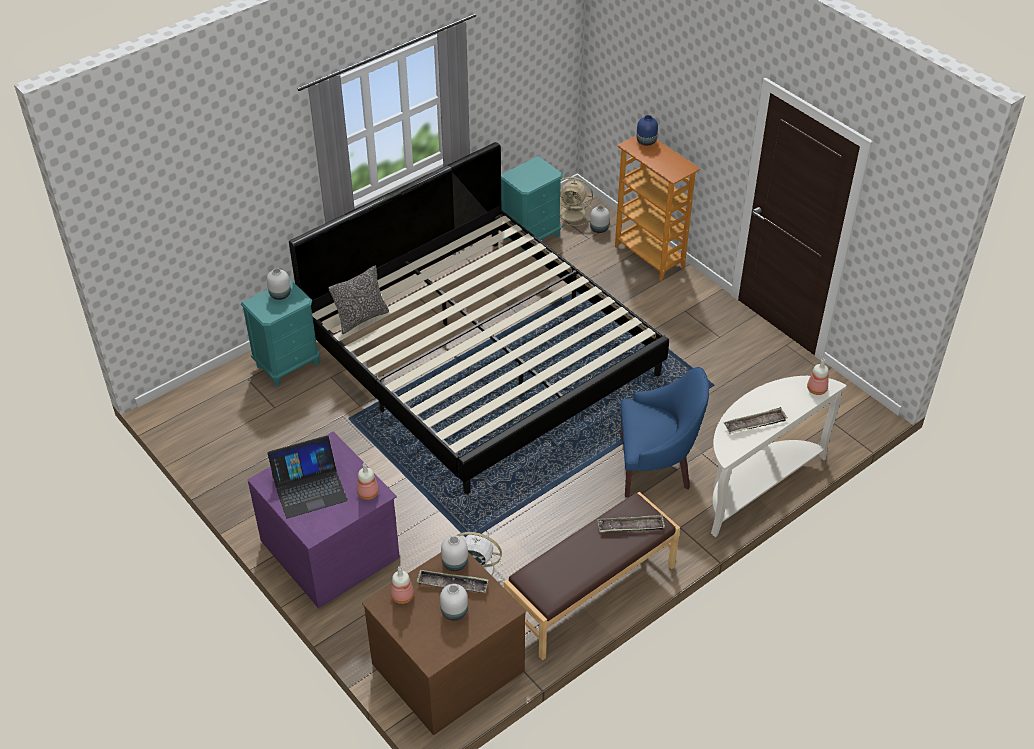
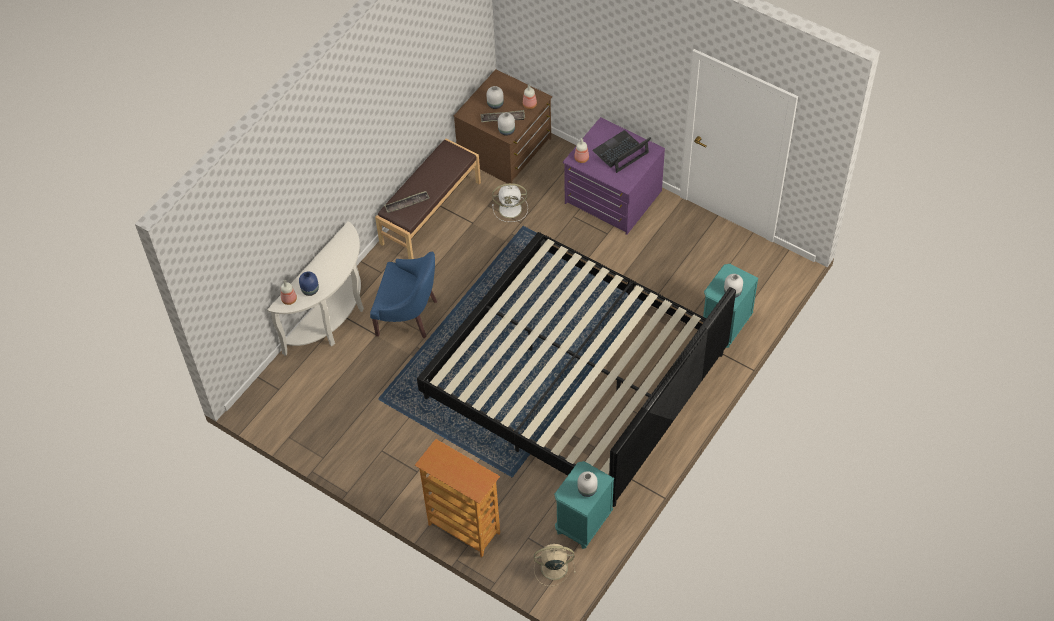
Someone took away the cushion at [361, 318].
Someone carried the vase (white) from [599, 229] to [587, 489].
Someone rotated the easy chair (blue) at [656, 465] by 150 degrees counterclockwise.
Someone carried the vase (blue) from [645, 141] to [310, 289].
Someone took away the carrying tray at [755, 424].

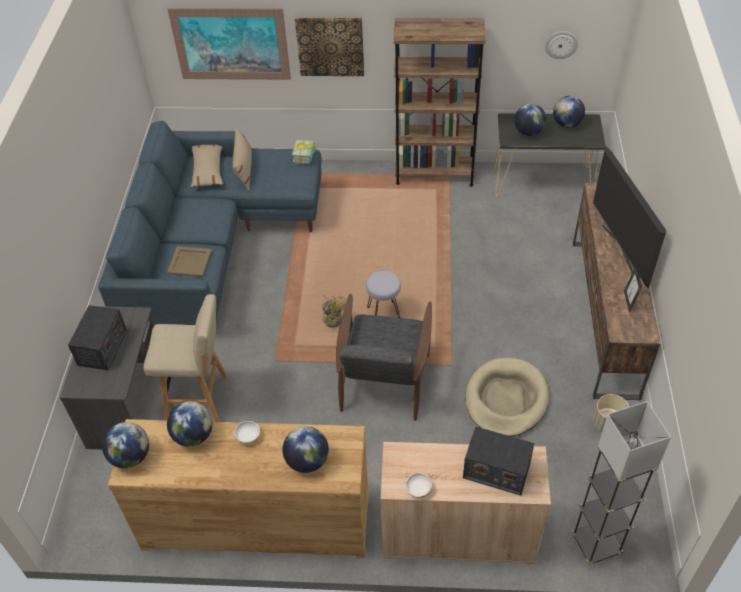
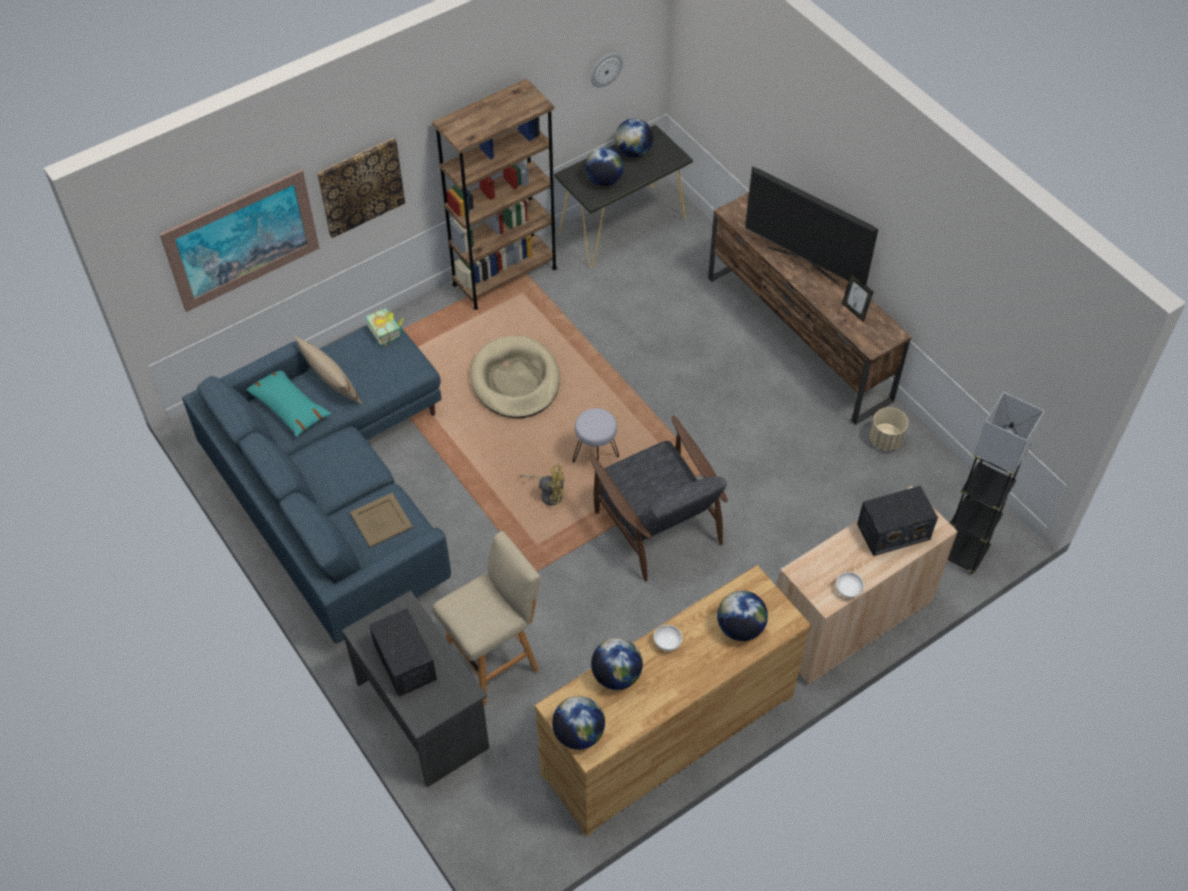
Someone repainted the cushion (sand-coloured) at [208, 170], which became the cushion (turquoise-coloured) at [289, 407].
Someone carried the pet bed (sand-coloured) from [506, 399] to [515, 380].

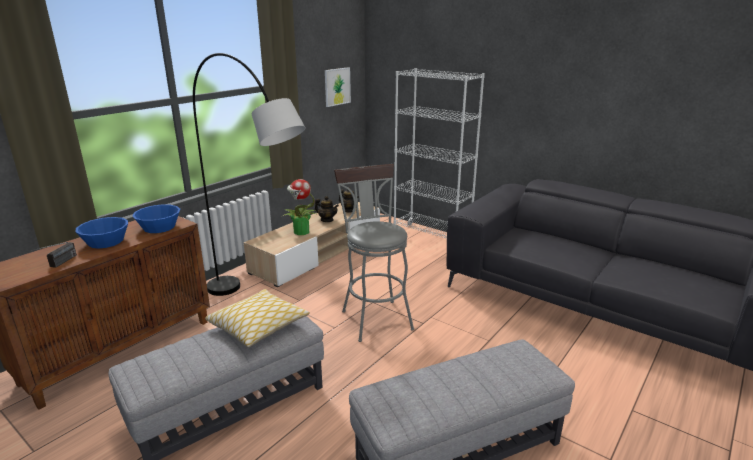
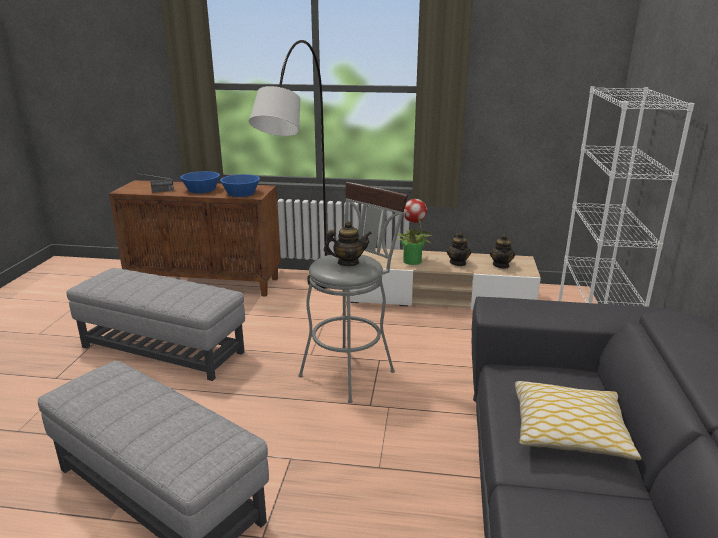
Someone carried the cushion from [258, 326] to [569, 431].
Someone took away the picture at [337, 86].
Someone put down the teapot at [348, 263].

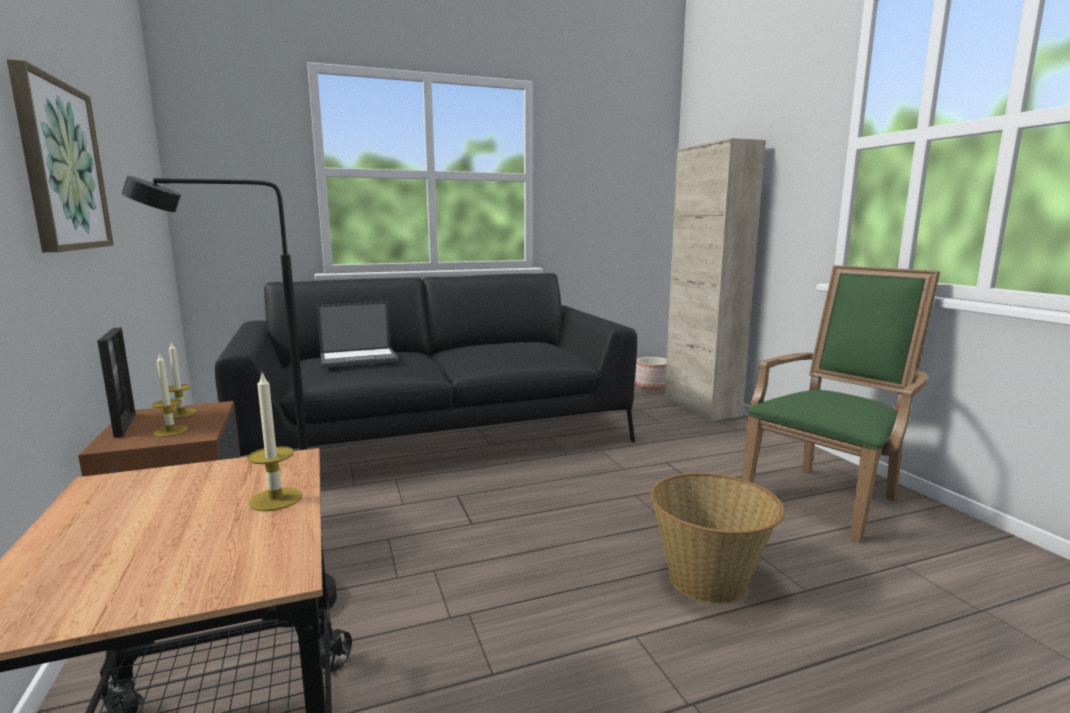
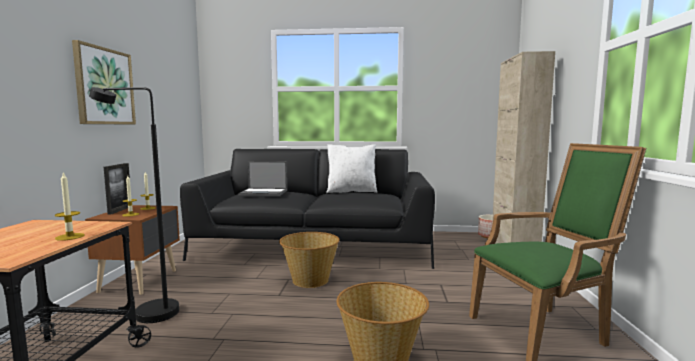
Someone put down the household basket at [310, 280].
Someone put down the cushion (white) at [351, 191].

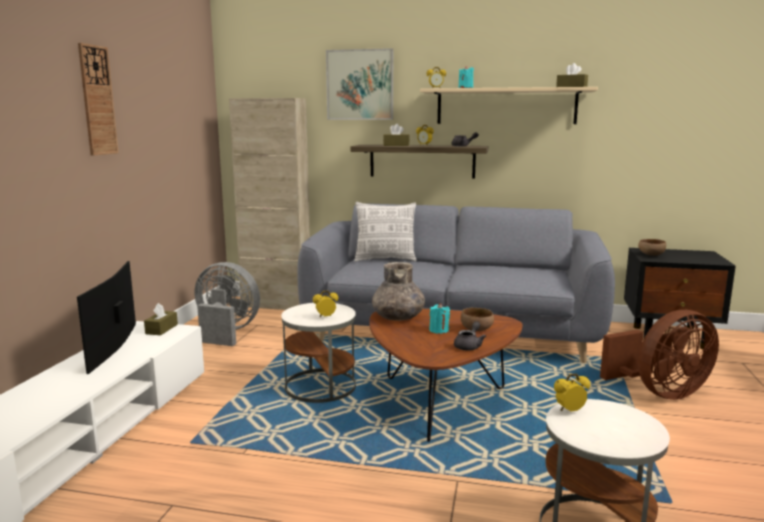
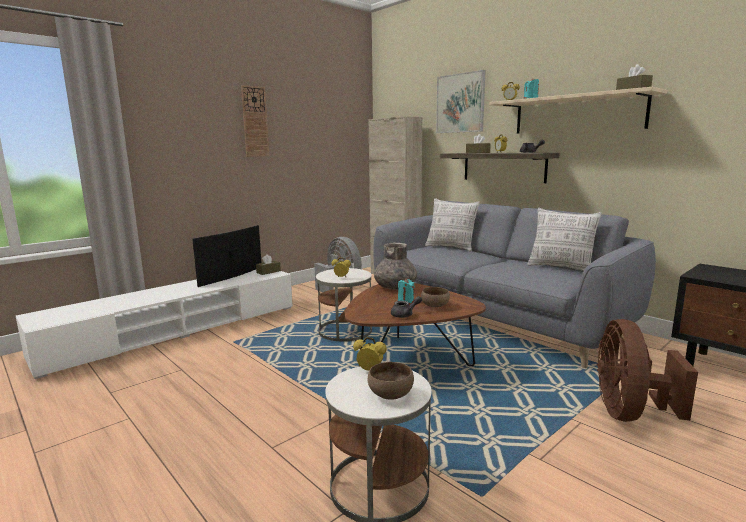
Someone rotated the fan (brownish) at [661, 392] by 90 degrees clockwise.
Someone carried the serving bowl (brownish) from [650, 255] to [389, 394].
Someone put down the cushion at [561, 268].

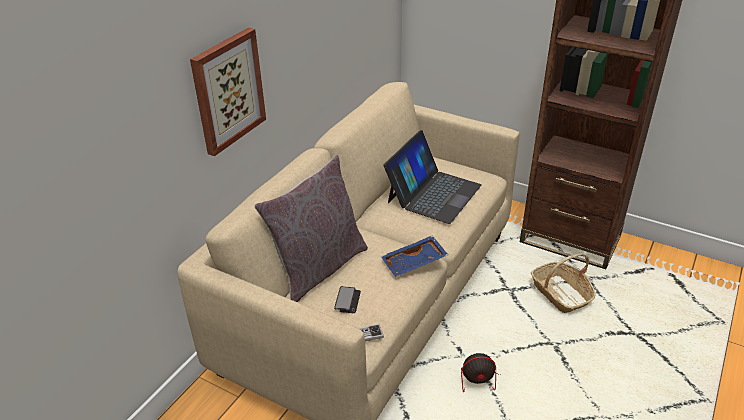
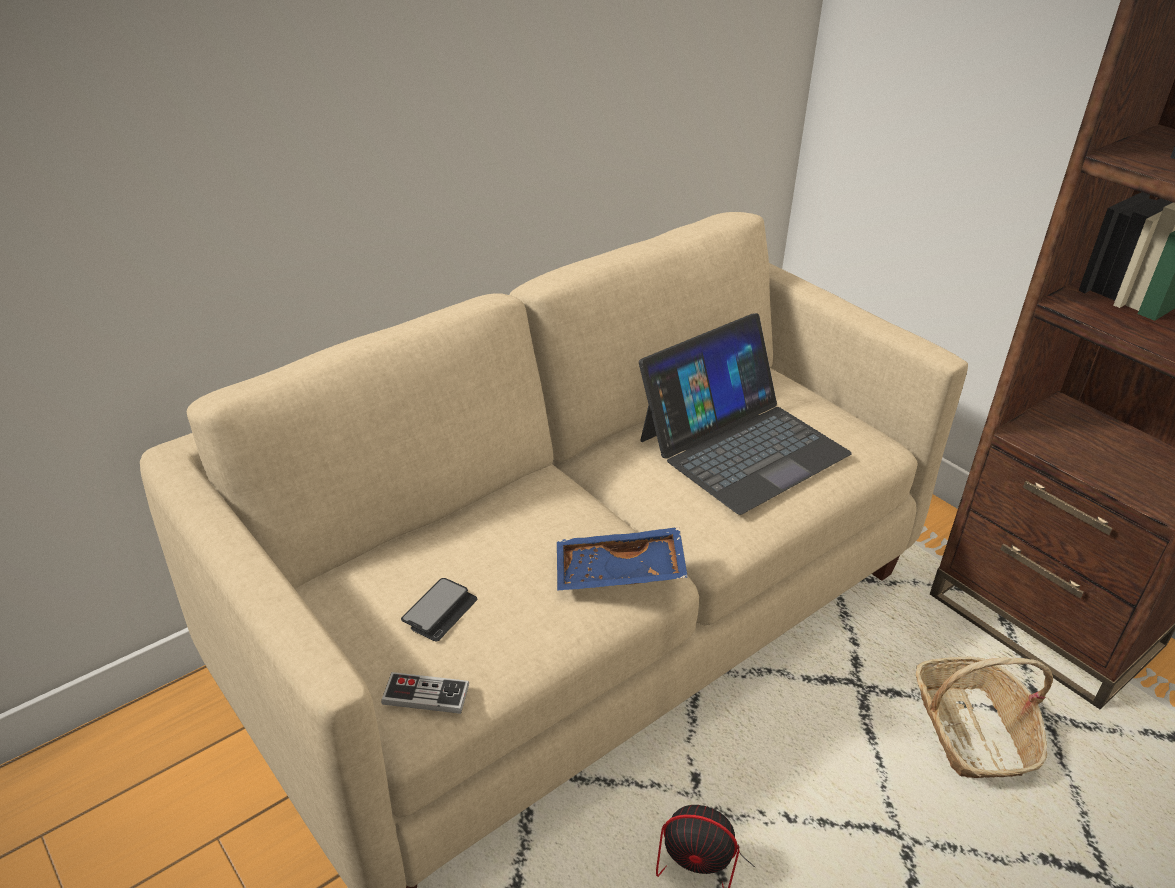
Someone took away the picture at [228, 90].
Someone took away the cushion (grey) at [318, 268].

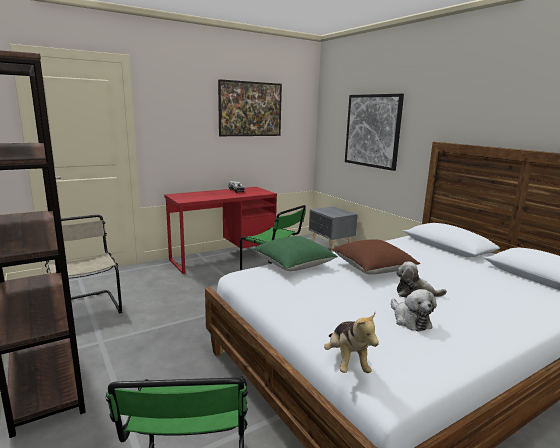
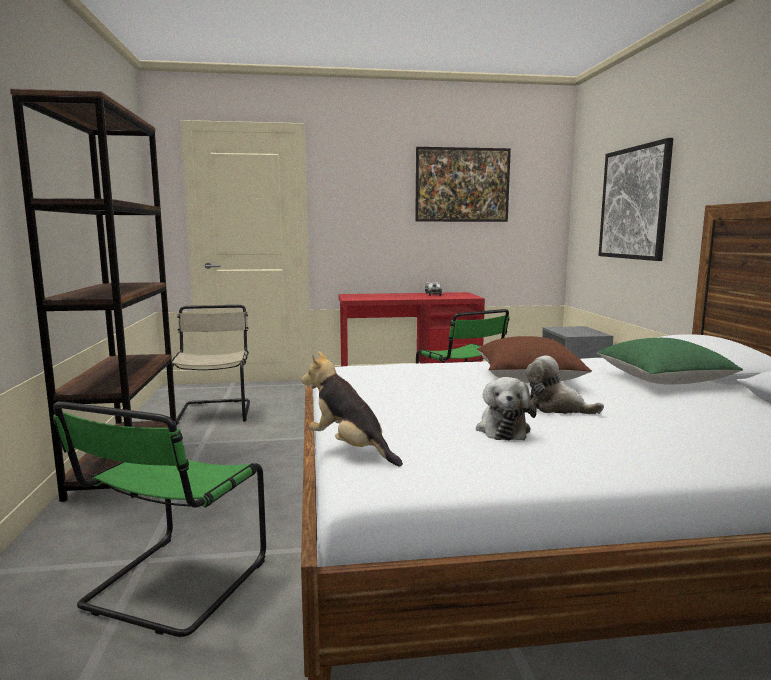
Someone carried the cushion (green) from [293, 265] to [663, 381].
Someone rotated the soft toy at [346, 362] by 120 degrees clockwise.

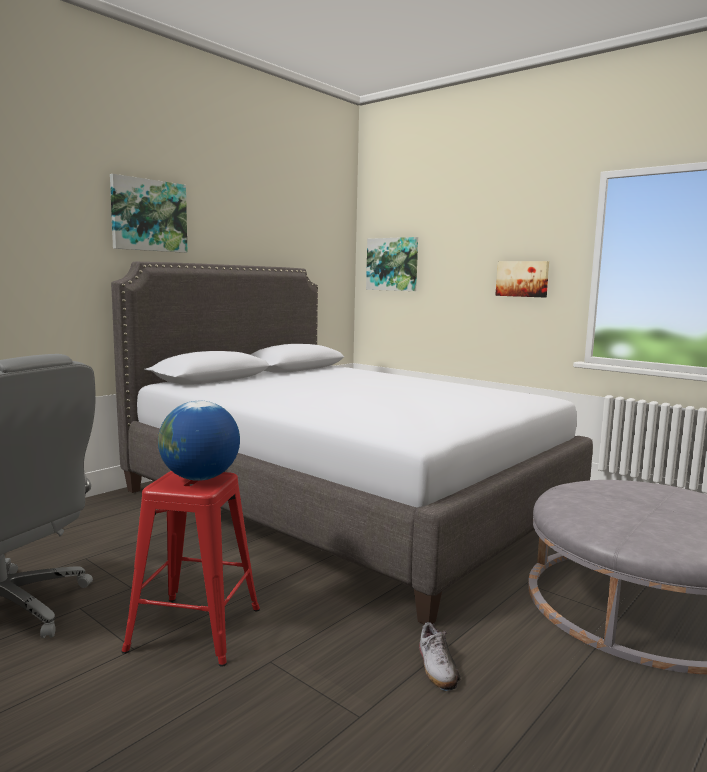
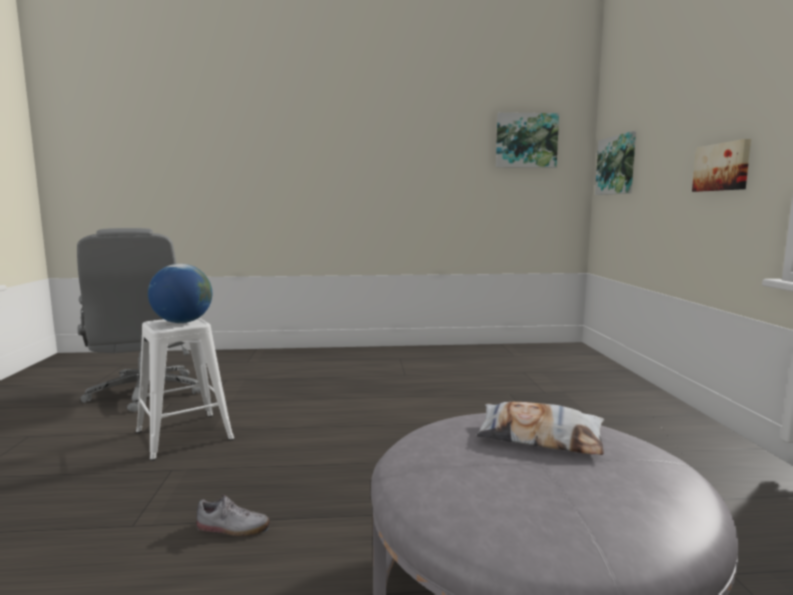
Someone carried the picture from [148, 215] to [526, 140].
Someone took away the bedroom bed (grey) at [344, 503].
Someone repainted the stool (red) at [194, 628], which became the stool (white) at [185, 434].
Someone rotated the shoe at [437, 667] by 120 degrees counterclockwise.
Someone put down the cushion at [540, 437].

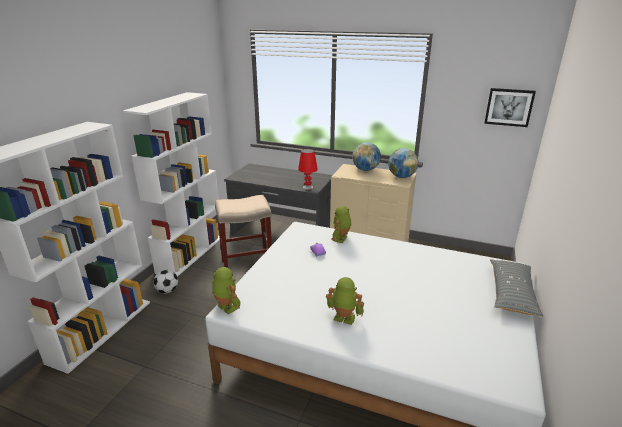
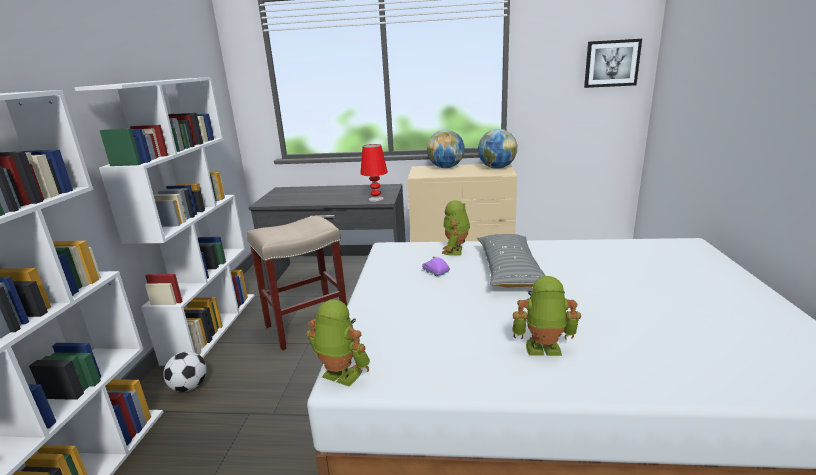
Someone carried the cushion (grey) from [511, 293] to [509, 270].

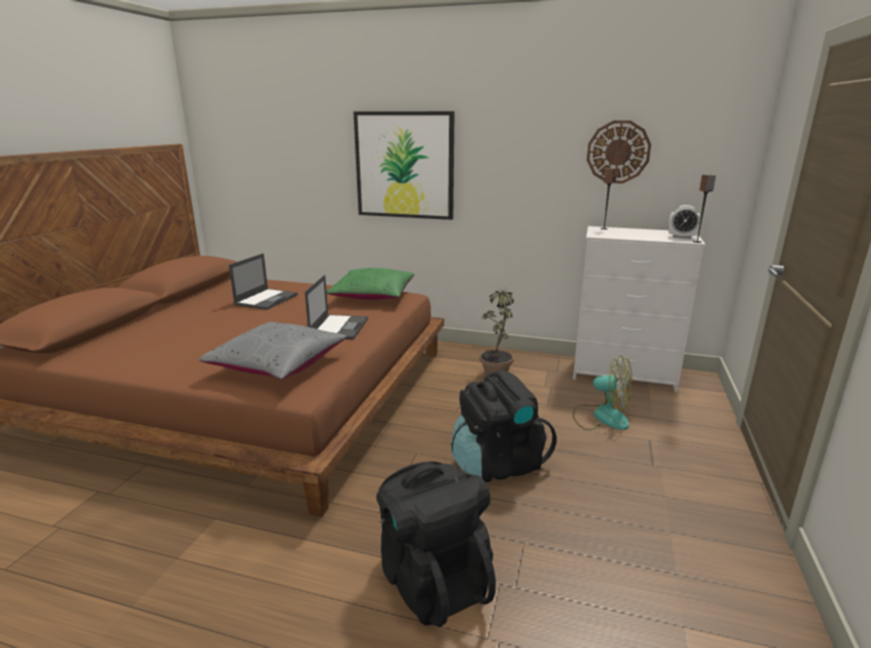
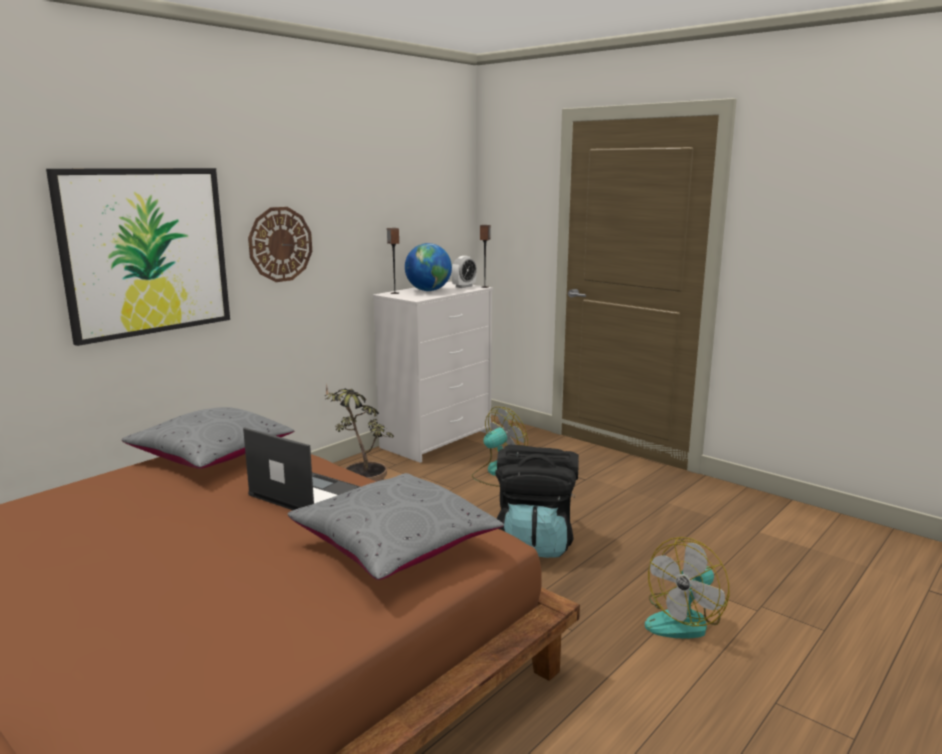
Someone took away the notebook computer at [266, 299].
Someone repainted the cushion (green) at [373, 296], which became the cushion (grey) at [211, 455].
Someone swapped the knapsack (blackish) at [432, 579] for the fan at [684, 620].
Someone carried the hanging clock from [618, 152] to [280, 244].
Someone put down the world globe at [428, 290].

